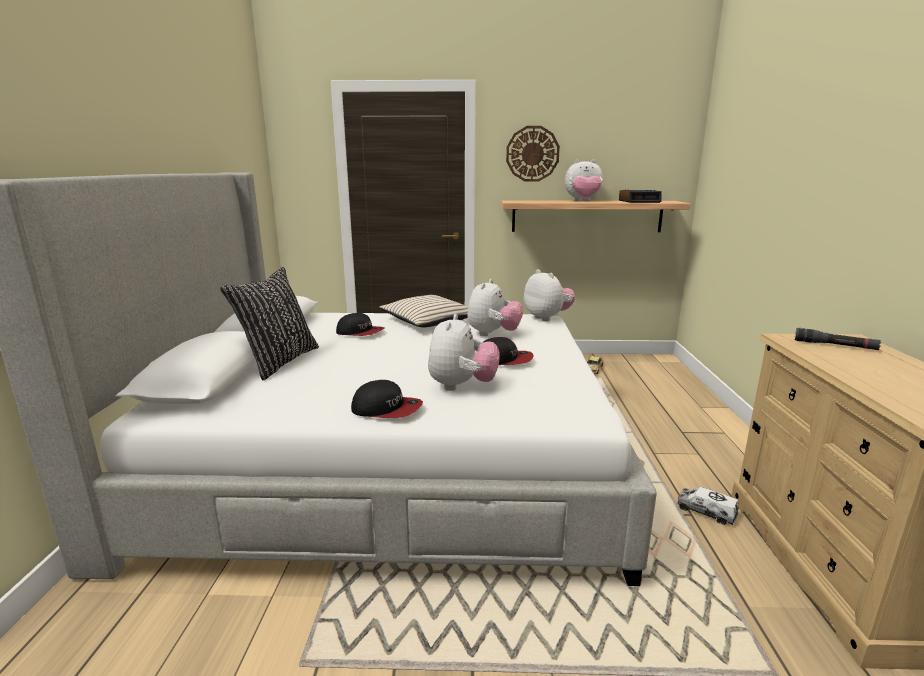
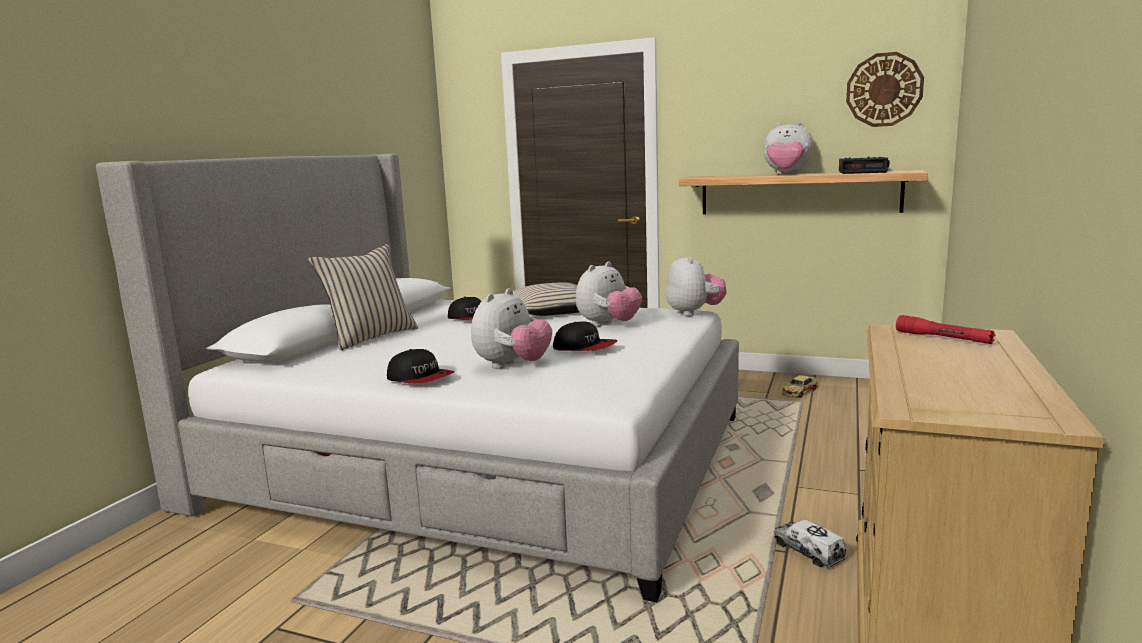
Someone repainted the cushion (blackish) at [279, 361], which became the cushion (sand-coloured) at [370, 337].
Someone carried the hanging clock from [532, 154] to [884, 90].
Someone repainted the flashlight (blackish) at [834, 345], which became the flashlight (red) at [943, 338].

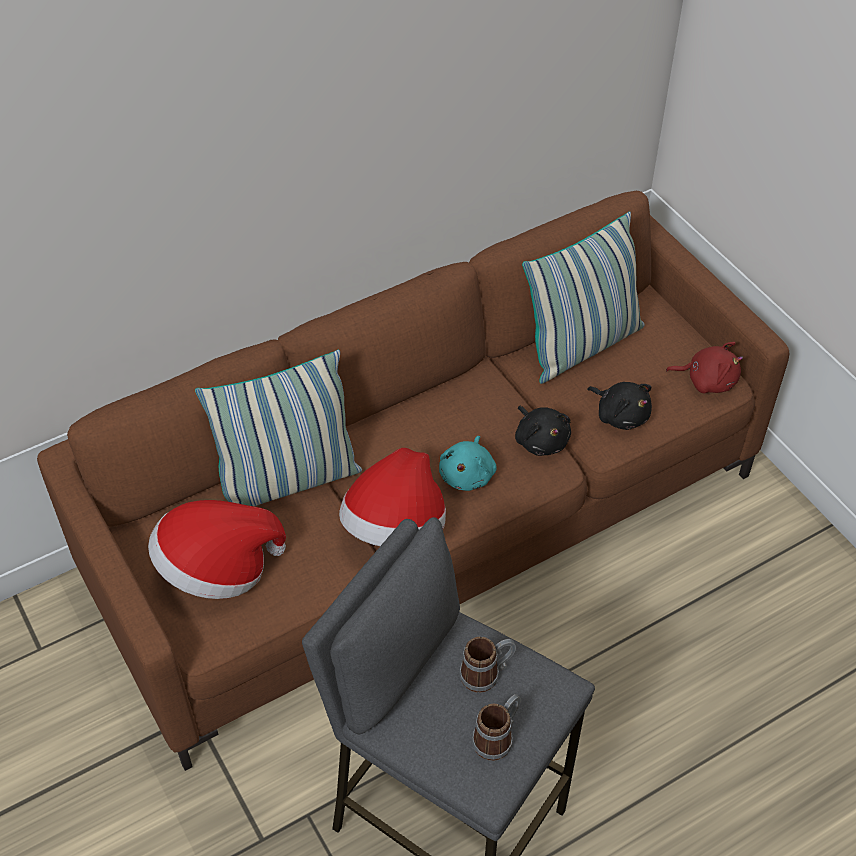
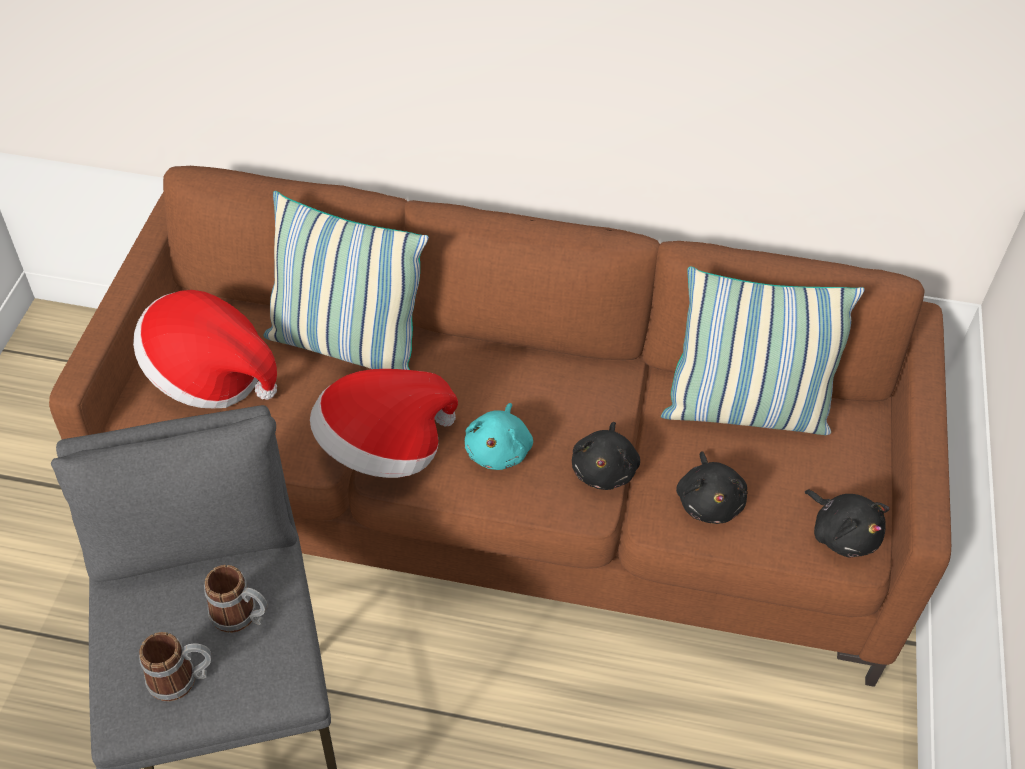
Someone rotated the soft toy (turquoise-coloured) at [468, 474] by 45 degrees counterclockwise.
Someone repainted the soft toy (red) at [707, 380], which became the soft toy (blackish) at [842, 533].

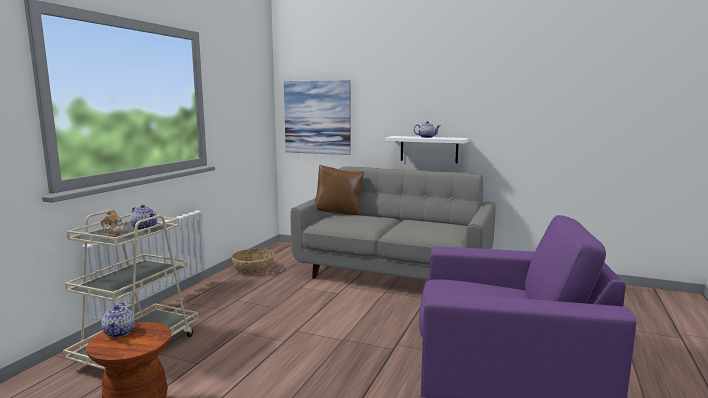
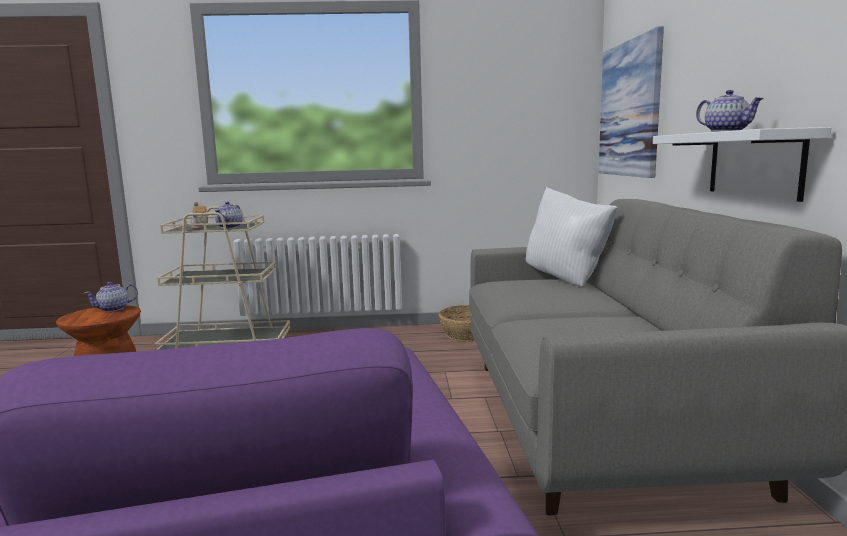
Someone repainted the cushion (brownish) at [339, 213], which became the cushion (white) at [567, 279].

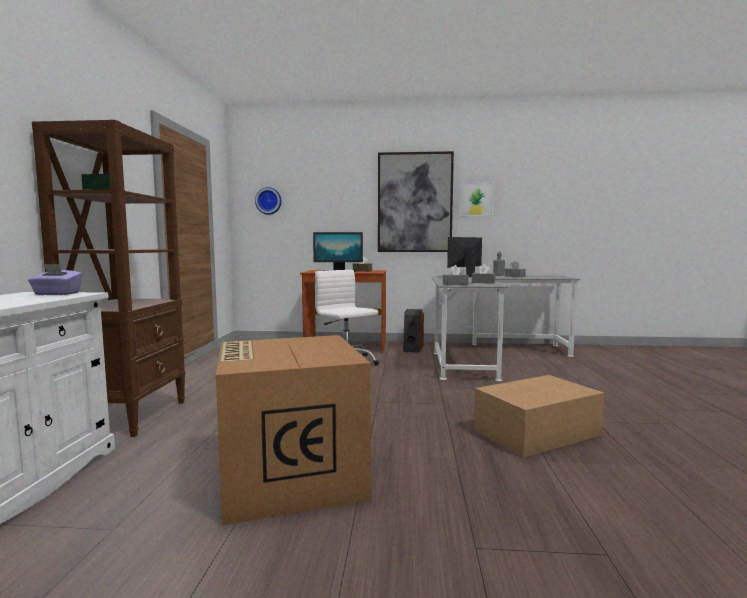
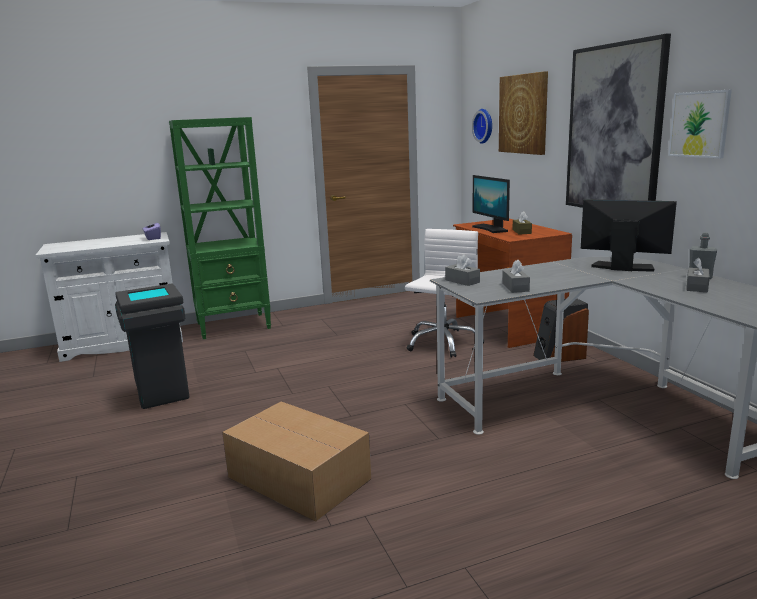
Someone repainted the shelving unit (brownish) at [130, 416], which became the shelving unit (green) at [234, 326].
Someone swapped the packing box at [289, 475] for the waste bin (grey) at [162, 395].
Someone put up the picture at [523, 114].

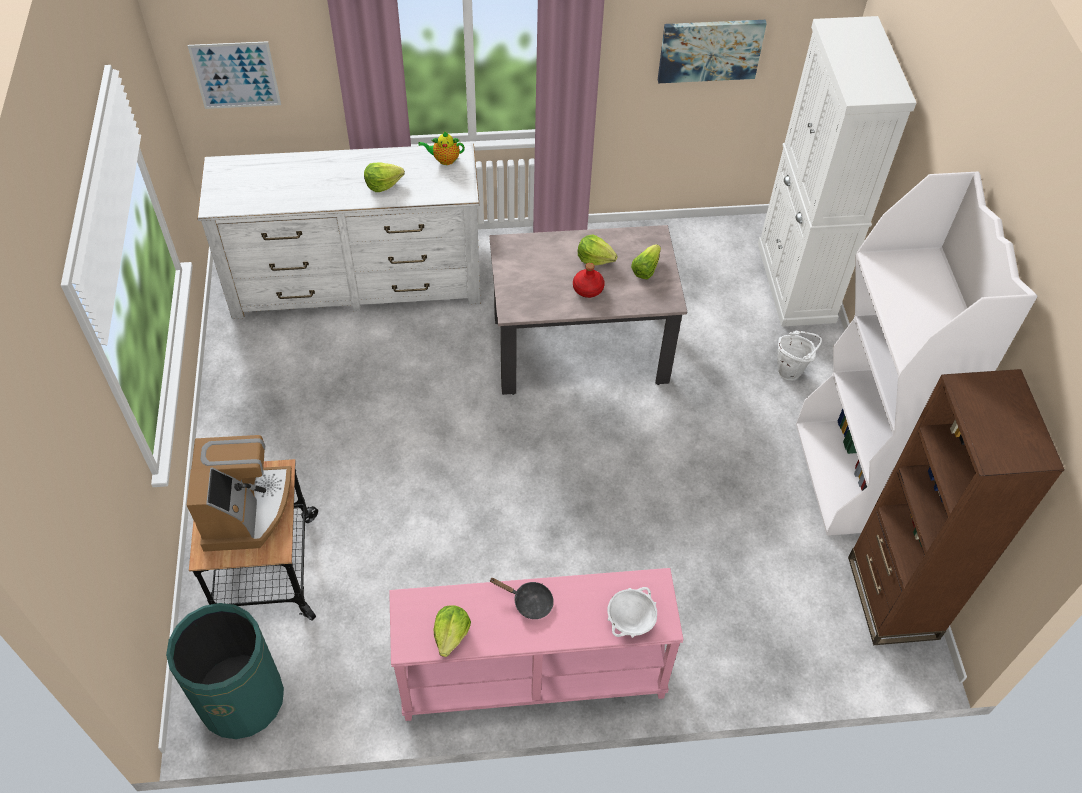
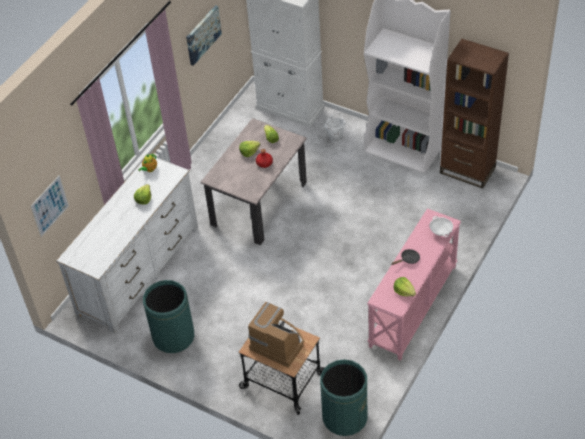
Someone put down the waste bin (green) at [173, 337].

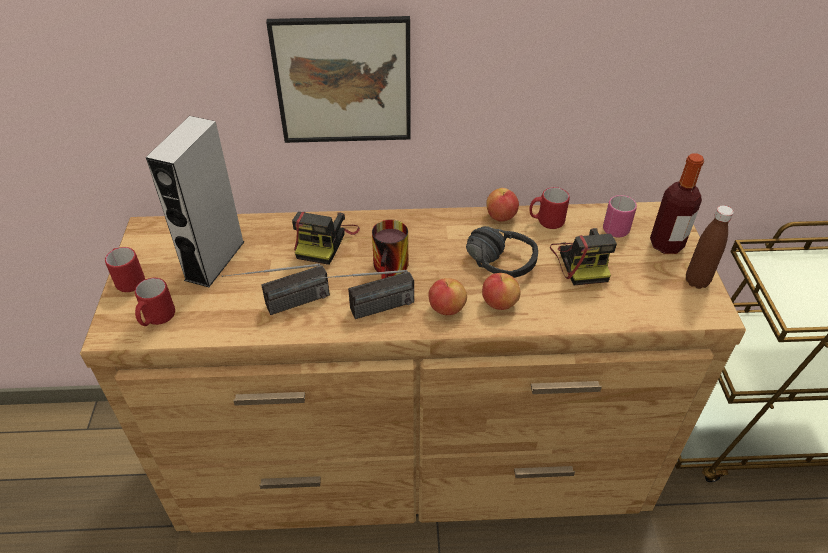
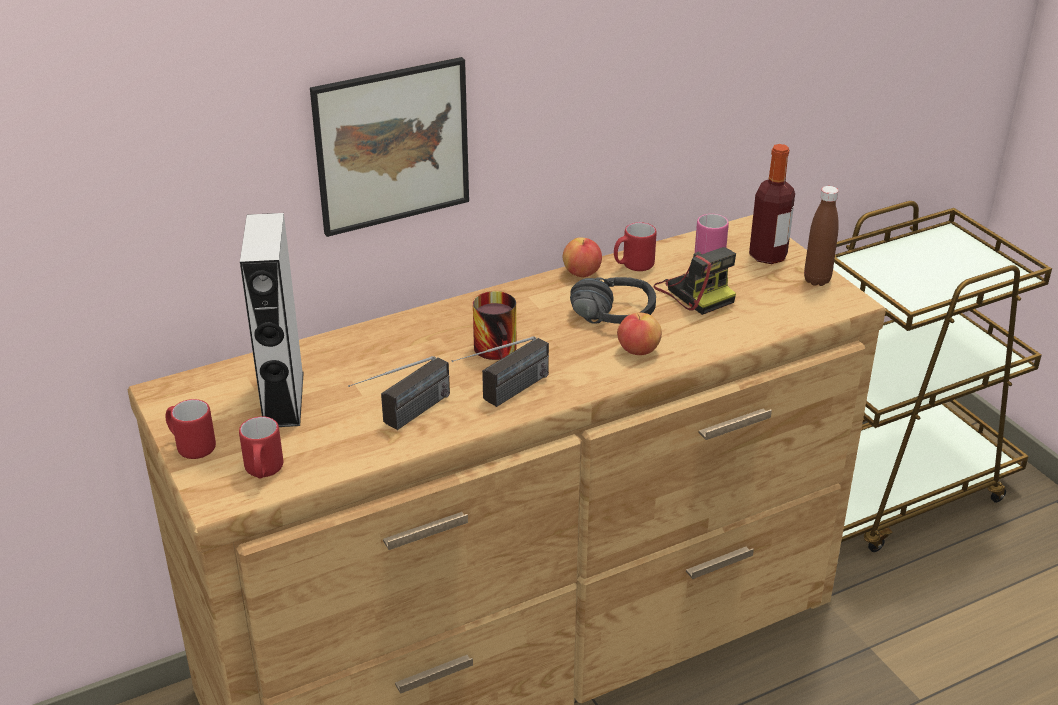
Someone took away the photo camera at [325, 241].
Someone took away the whole apple at [446, 308].

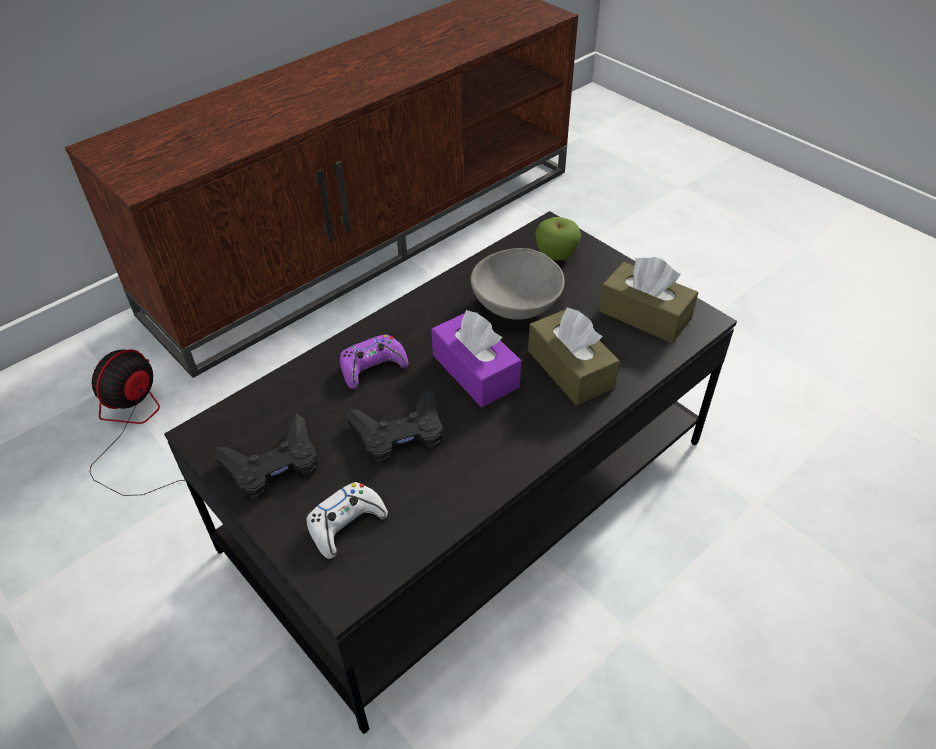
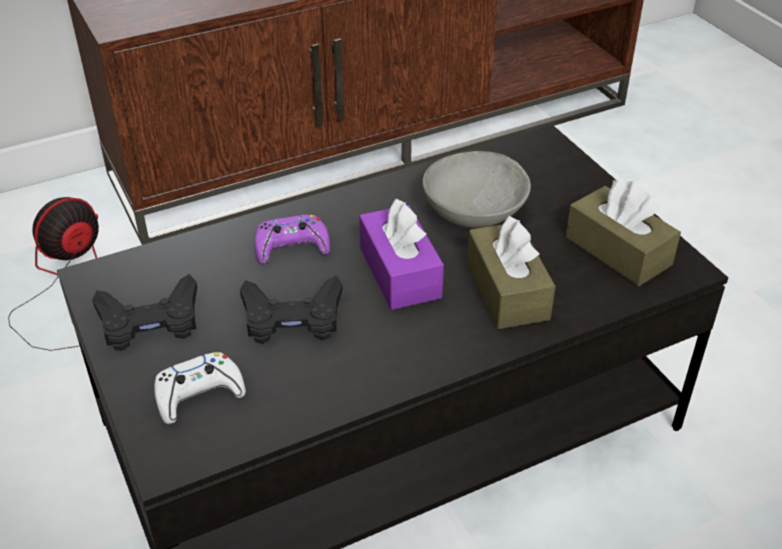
Someone took away the whole apple at [556, 256].

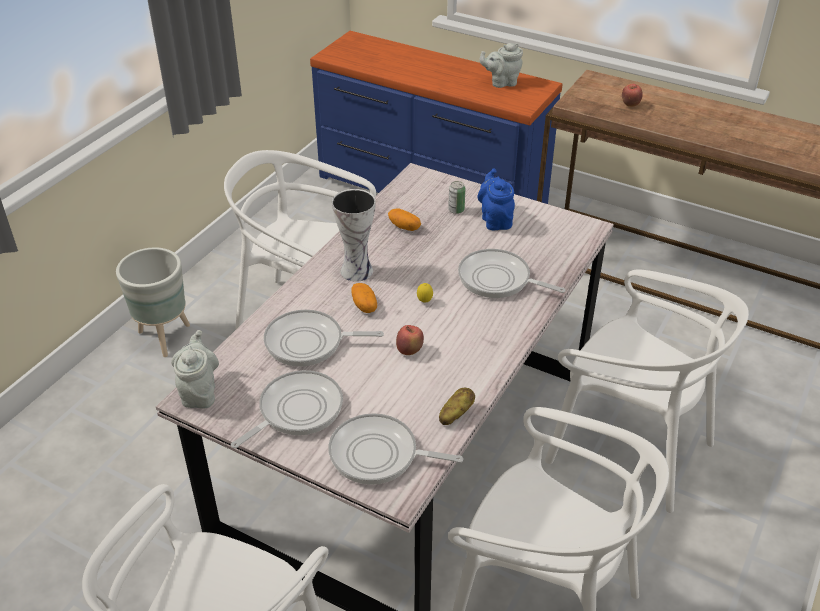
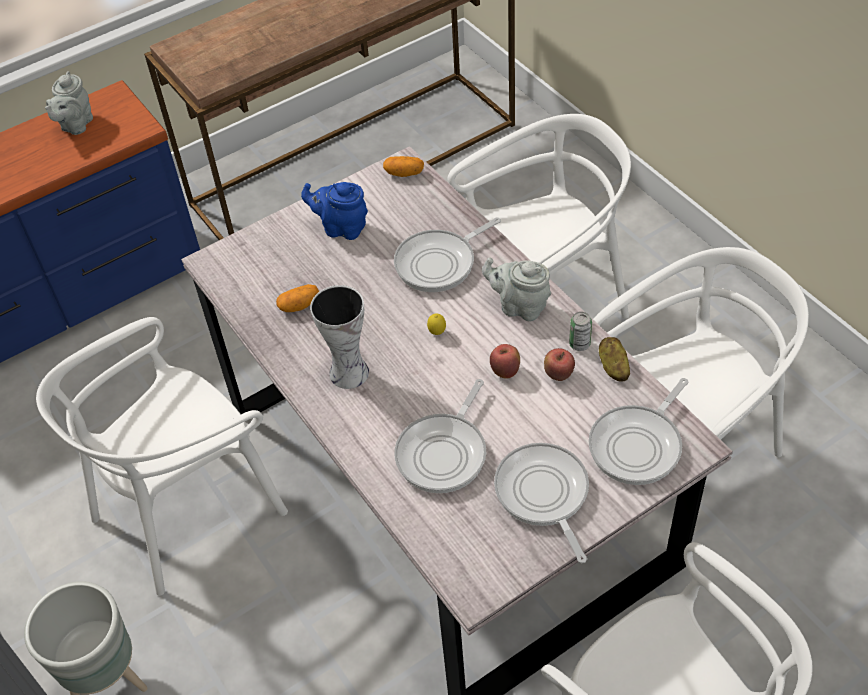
Someone carried the teapot (grey) from [199, 392] to [519, 306].
Someone carried the potato from [364, 305] to [404, 173].
Someone carried the can from [456, 210] to [579, 344].
Someone carried the whole apple from [630, 105] to [558, 375].

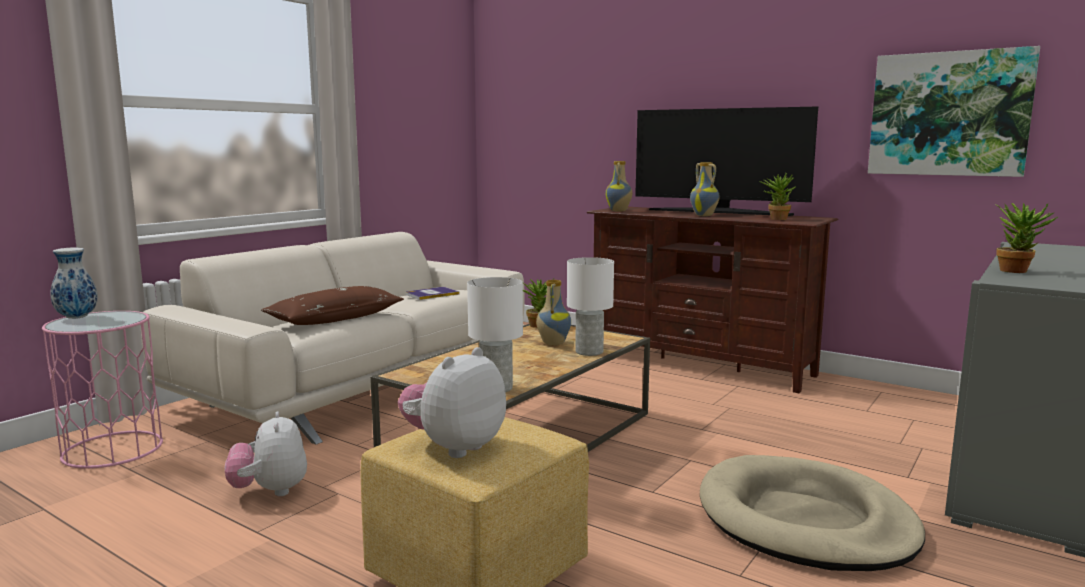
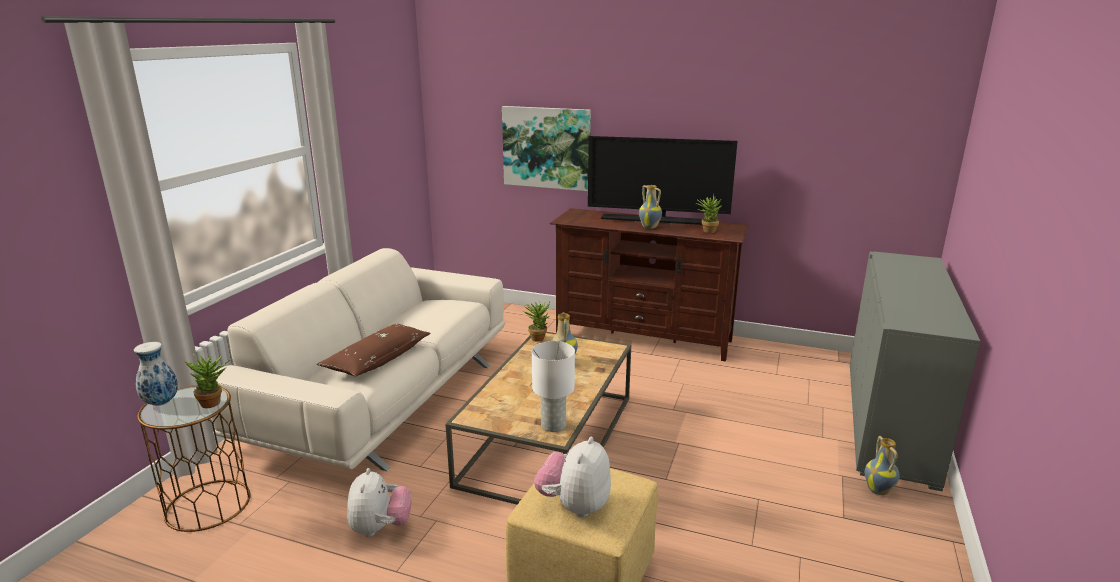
Someone repainted the end table (pinkish) at [113, 449], which became the end table (brownish) at [208, 505].
Someone rotated the soft toy at [270, 491] by 150 degrees counterclockwise.
Someone took away the bound book at [432, 294].
Someone took away the lamp for a table (white) at [588, 352].
Someone carried the vase from [619, 211] to [879, 490].
Someone took away the pet bed (sand-coloured) at [804, 521].
Someone carried the picture from [948, 114] to [546, 147].
Someone carried the plant in a pot from [1017, 271] to [215, 403].

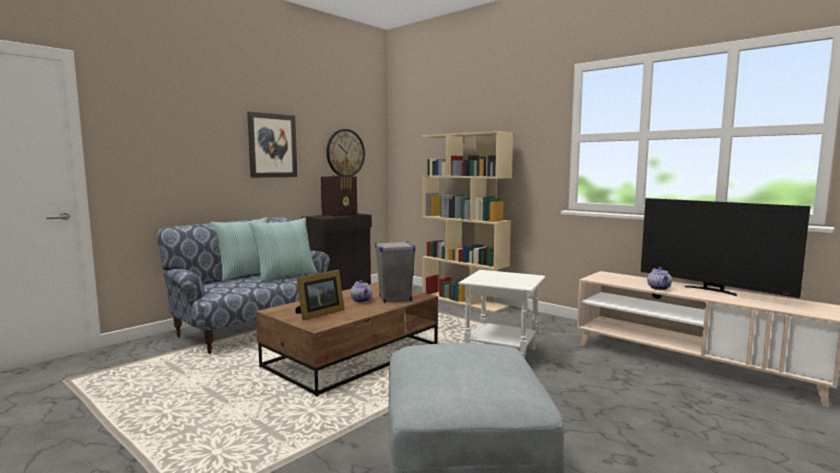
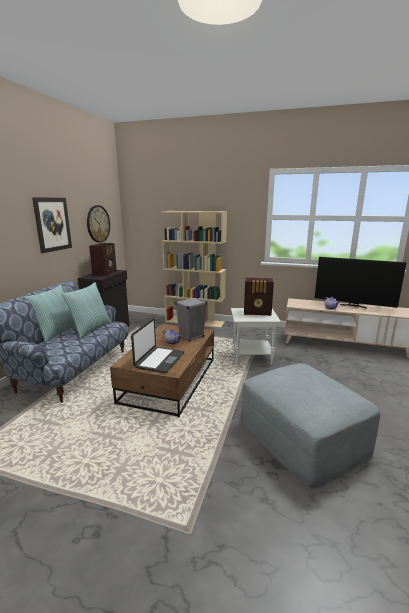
Someone swapped the picture frame at [318, 313] for the notebook computer at [159, 360].
Someone put down the radio at [258, 312].

